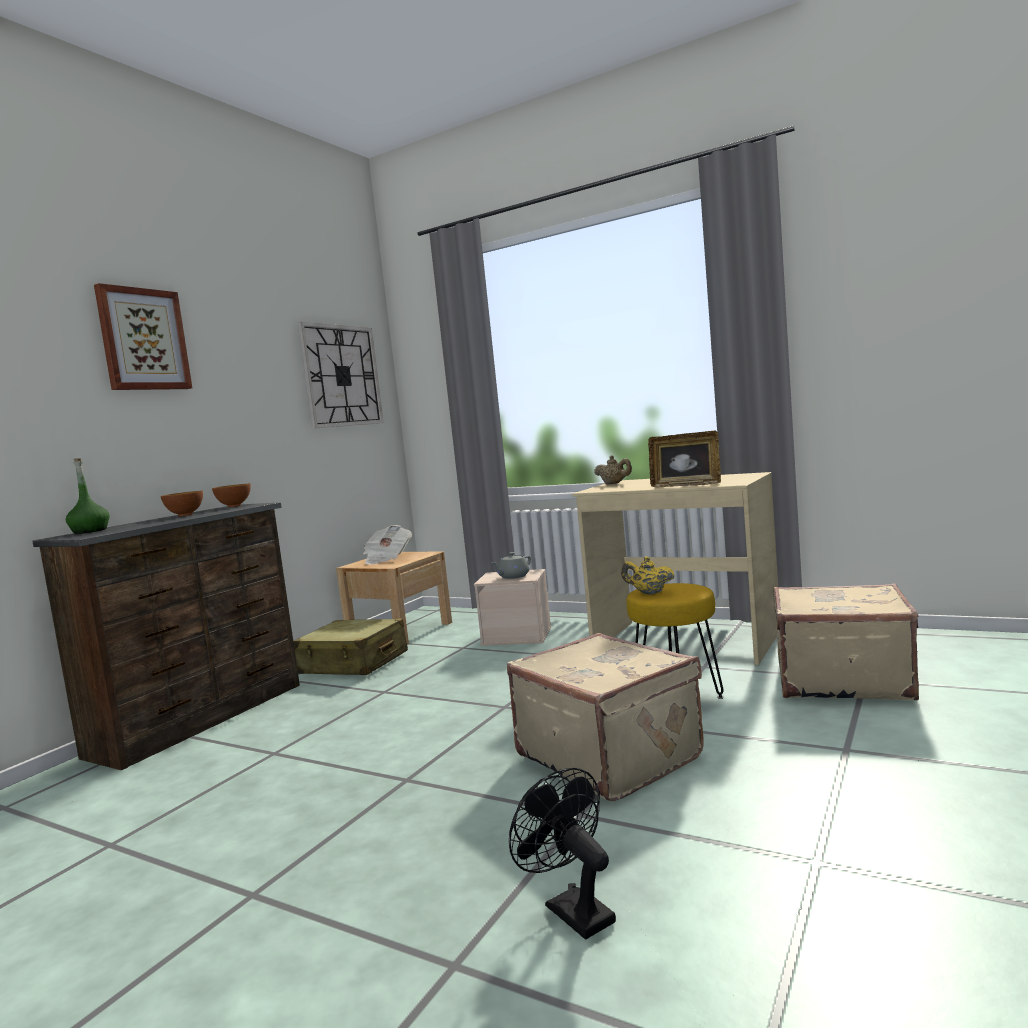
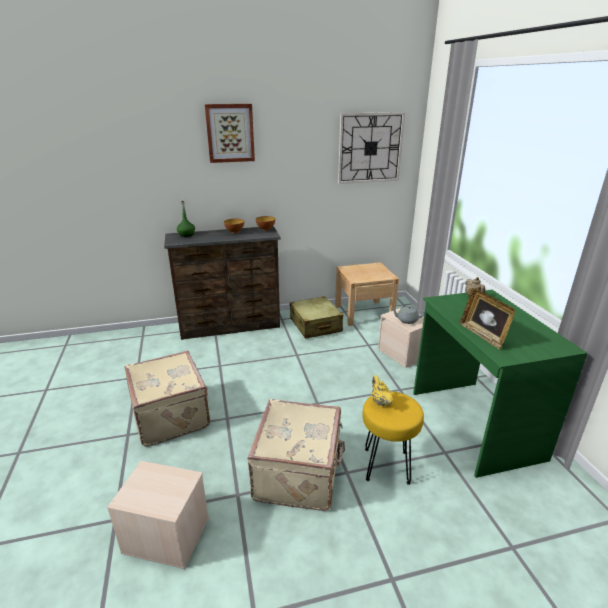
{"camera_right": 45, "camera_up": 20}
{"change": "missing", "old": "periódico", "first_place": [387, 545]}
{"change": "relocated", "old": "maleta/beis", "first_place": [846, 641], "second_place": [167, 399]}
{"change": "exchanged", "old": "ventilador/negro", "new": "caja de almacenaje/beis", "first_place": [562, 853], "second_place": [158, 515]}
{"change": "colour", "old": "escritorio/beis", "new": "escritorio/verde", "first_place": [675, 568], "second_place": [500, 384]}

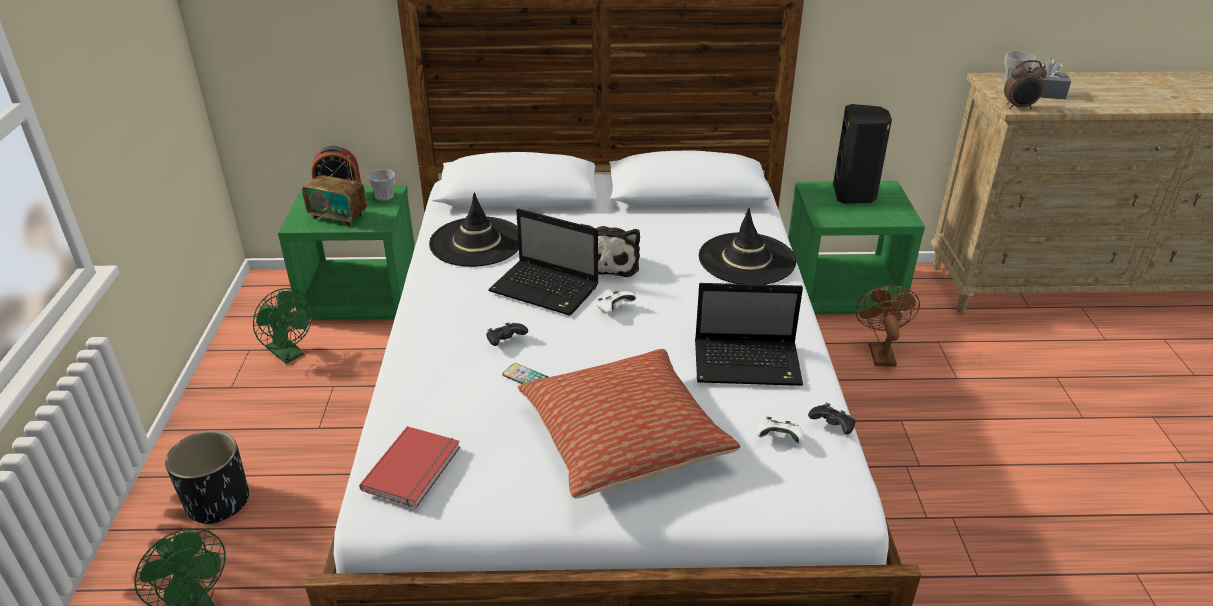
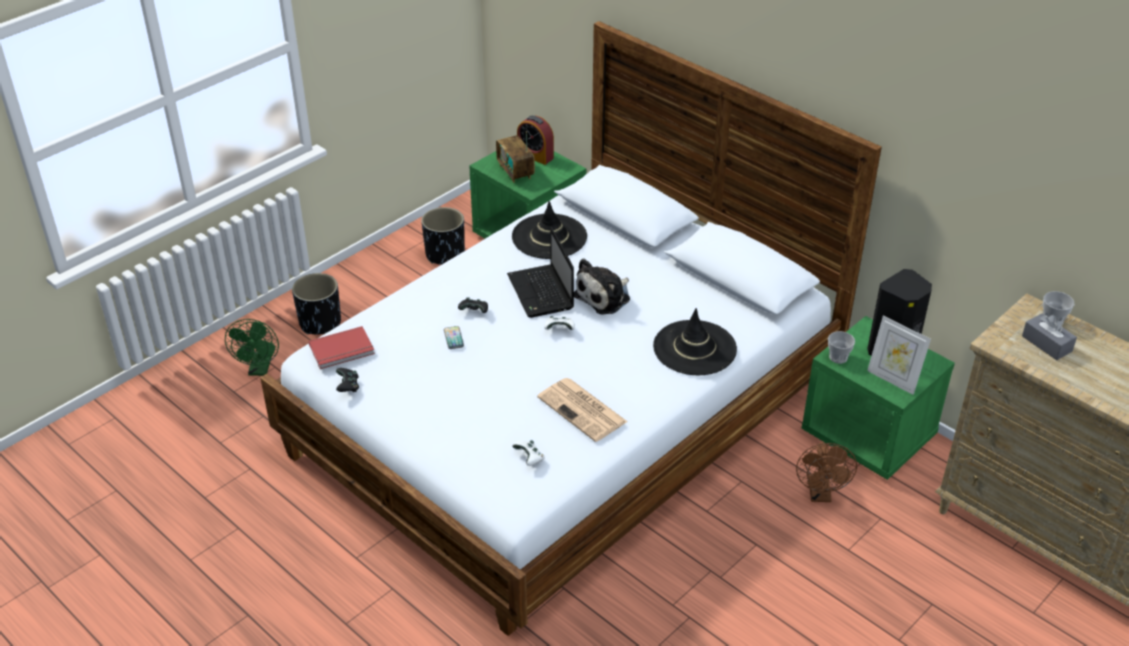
{"camera_right": 45, "camera_up": 5}
{"change": "missing", "old": "cojín", "first_place": [629, 424]}
{"change": "missing", "old": "despertador", "first_place": [1025, 84]}
{"change": "appeared", "new": "portarretratos", "second_place": [899, 355]}
{"change": "relocated", "old": "taza", "first_place": [381, 185], "second_place": [841, 347]}
{"change": "relocated", "old": "mando de consola/negro", "first_place": [831, 418], "second_place": [347, 380]}
{"change": "exchanged", "old": "ventilador/verde", "new": "maceta/negro", "first_place": [283, 326], "second_place": [443, 236]}
{"change": "exchanged", "old": "portátil", "new": "periódico", "first_place": [749, 334], "second_place": [582, 410]}
{"change": "spun", "old": "ventilador/marrón", "first_place": [887, 326], "second_place": [826, 472], "degrees": 135}

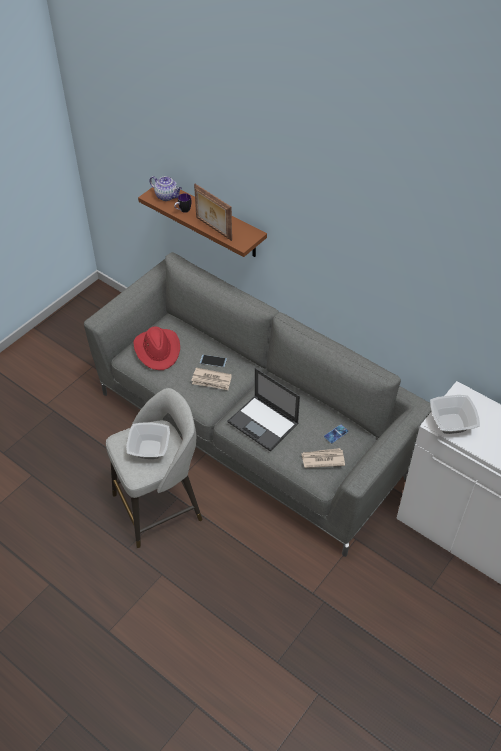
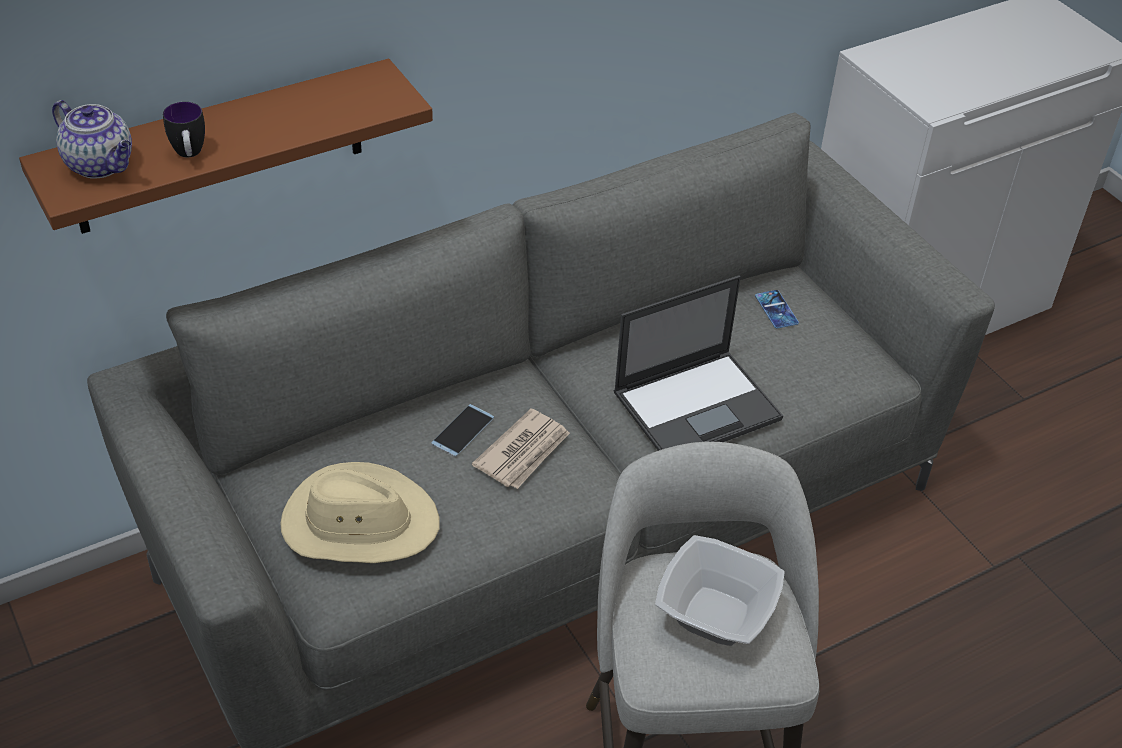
{"camera_right": -70, "camera_up": -5}
{"change": "missing", "old": "portarretratos", "first_place": [213, 212]}
{"change": "missing", "old": "periódico", "first_place": [323, 458]}
{"change": "missing", "old": "cuenco", "first_place": [455, 414]}
{"change": "colour", "old": "sombrero/rojo", "new": "sombrero/beis", "first_place": [156, 348], "second_place": [360, 512]}
{"change": "spun", "old": "tetera", "first_place": [165, 188], "second_place": [92, 139], "degrees": 75}

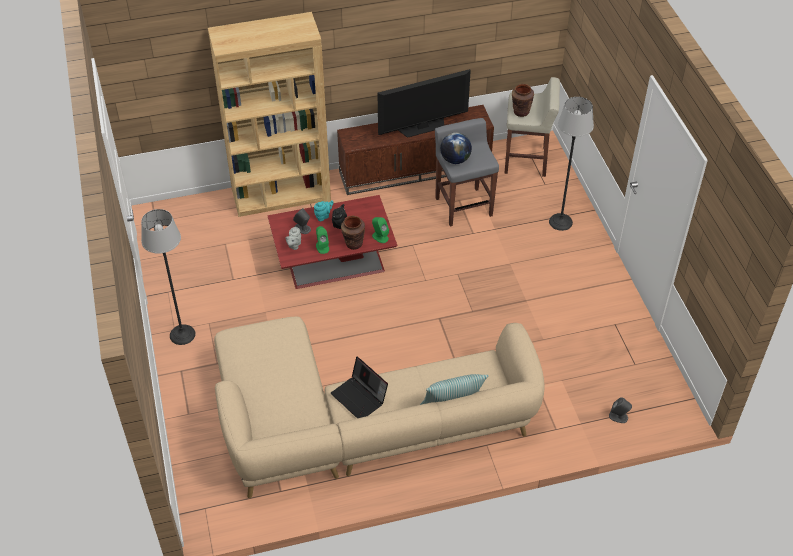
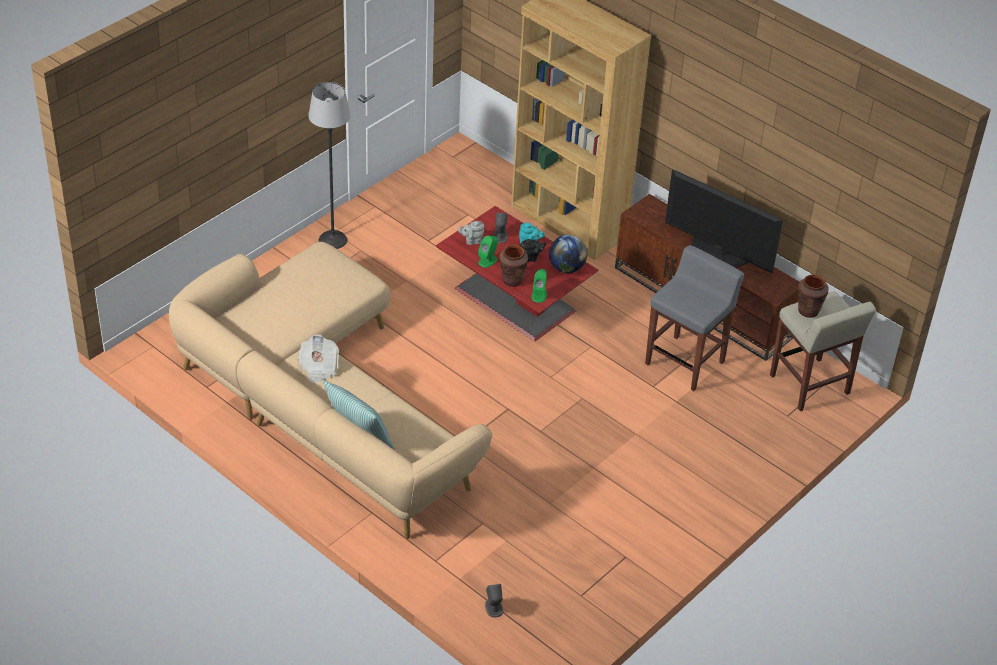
{"camera_right": 55, "camera_up": -5}
{"change": "missing", "old": "lámpara de pie", "first_place": [571, 164]}
{"change": "relocated", "old": "globo terráqueo", "first_place": [456, 148], "second_place": [568, 254]}
{"change": "exchanged", "old": "portátil", "new": "periódico", "first_place": [359, 387], "second_place": [318, 358]}

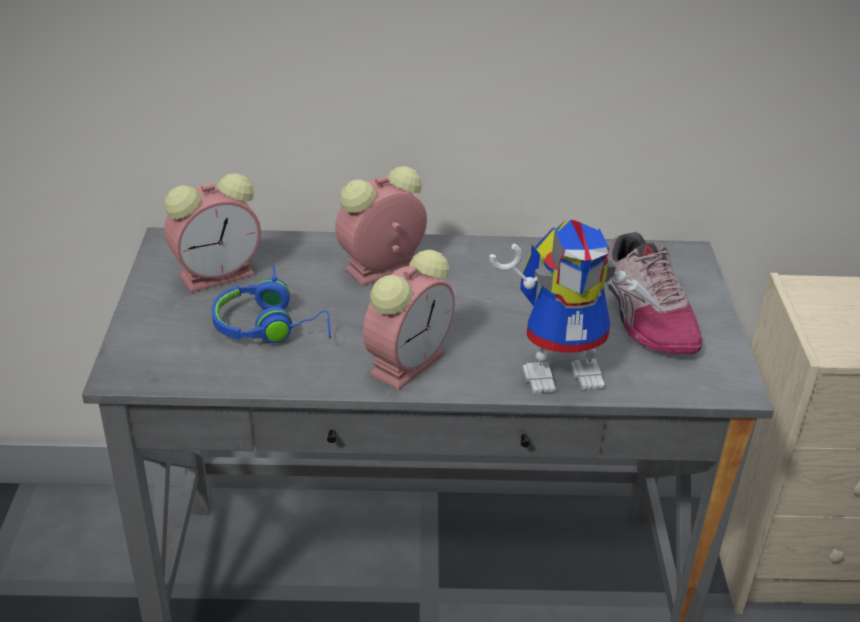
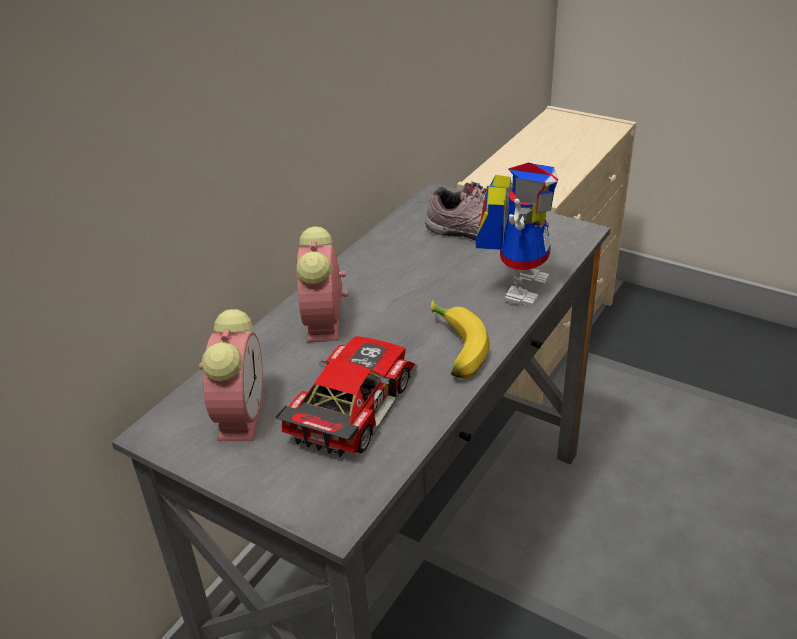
{"camera_right": -55, "camera_up": 0}
{"change": "exchanged", "old": "auriculares/azul", "new": "coche de juguete", "first_place": [271, 304], "second_place": [347, 396]}
{"change": "exchanged", "old": "despertador", "new": "plátano", "first_place": [409, 319], "second_place": [460, 339]}

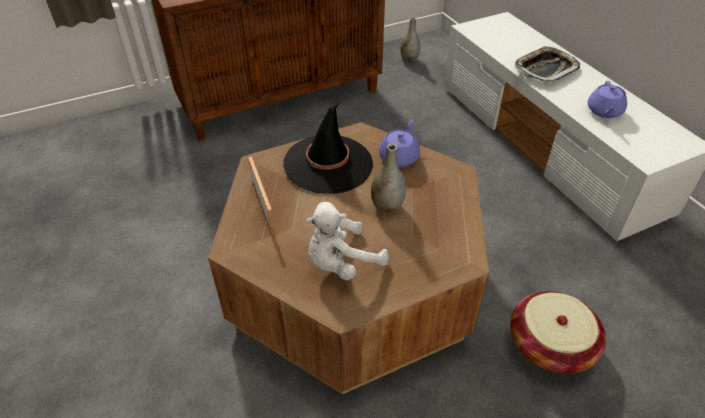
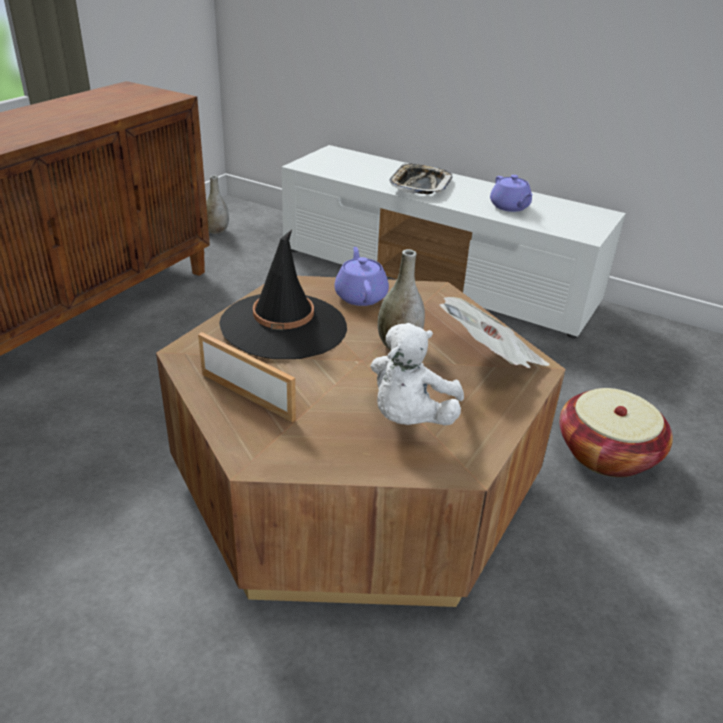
{"camera_right": -35, "camera_up": -10}
{"change": "appeared", "new": "periódico", "second_place": [494, 332]}

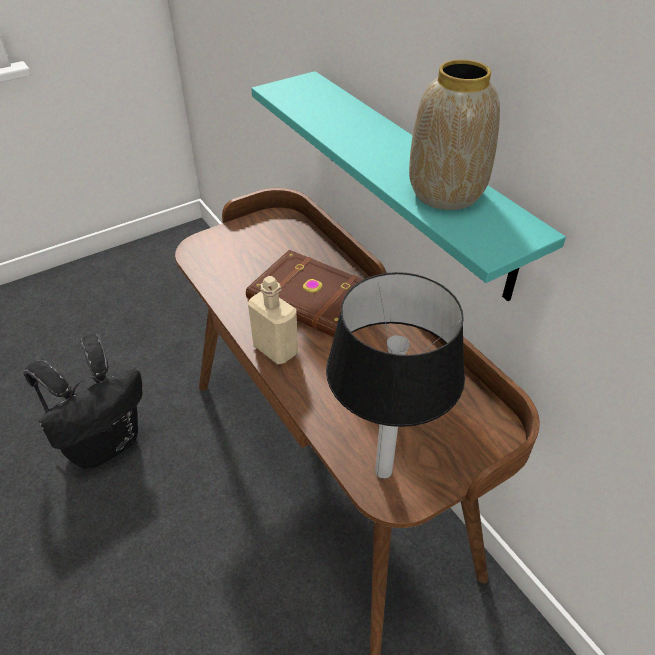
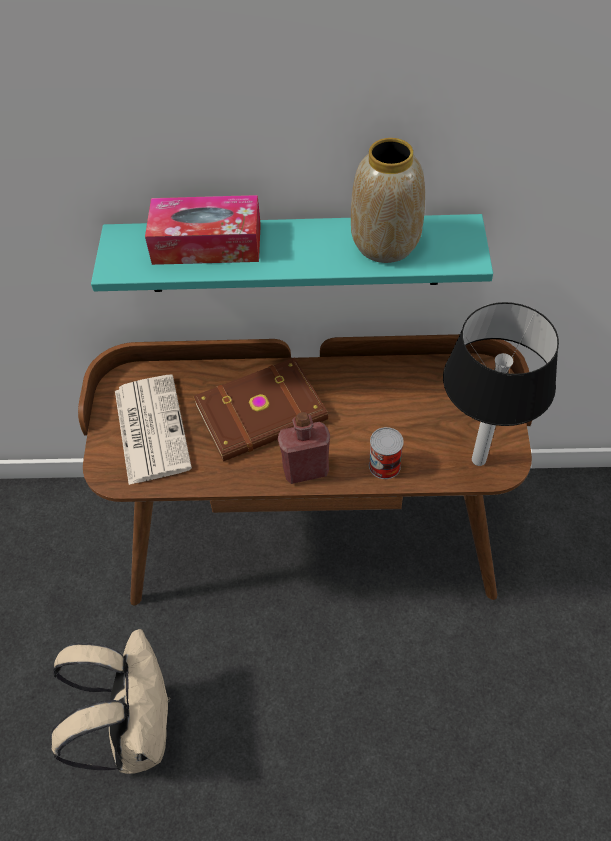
{"camera_right": -55, "camera_up": 10}
{"change": "appeared", "new": "periódico", "second_place": [153, 430]}
{"change": "appeared", "new": "caja de pañuelos", "second_place": [203, 230]}
{"change": "appeared", "new": "lata", "second_place": [386, 453]}
{"change": "colour", "old": "mochila/negro", "new": "mochila/beis", "first_place": [83, 401], "second_place": [110, 701]}
{"change": "colour", "old": "botella/beis", "new": "botella/rojo", "first_place": [273, 320], "second_place": [304, 448]}

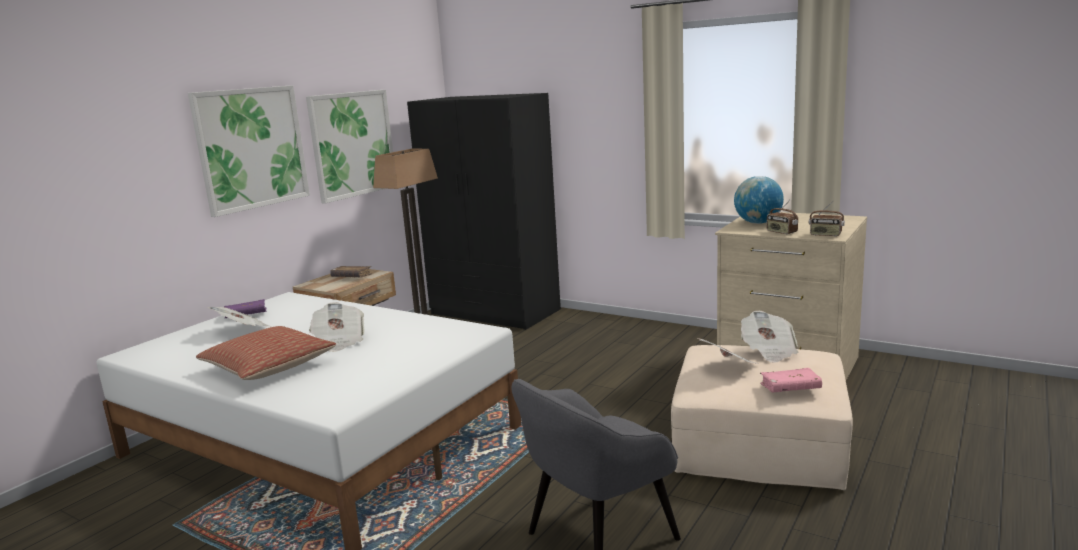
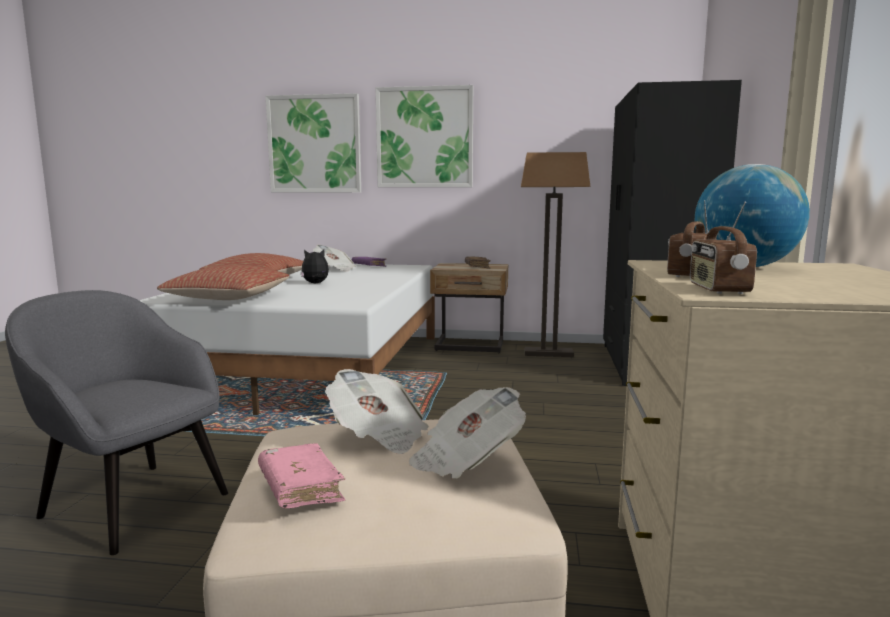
{"camera_right": 65, "camera_up": -5}
{"change": "appeared", "new": "cojín", "second_place": [223, 282]}
{"change": "relocated", "old": "cuadro", "first_place": [349, 147], "second_place": [313, 142]}
{"change": "exchanged", "old": "periódico", "new": "peluche", "first_place": [337, 327], "second_place": [315, 266]}

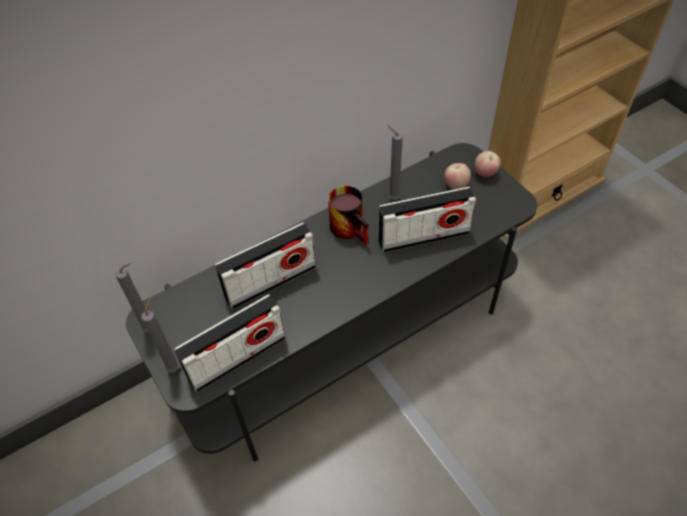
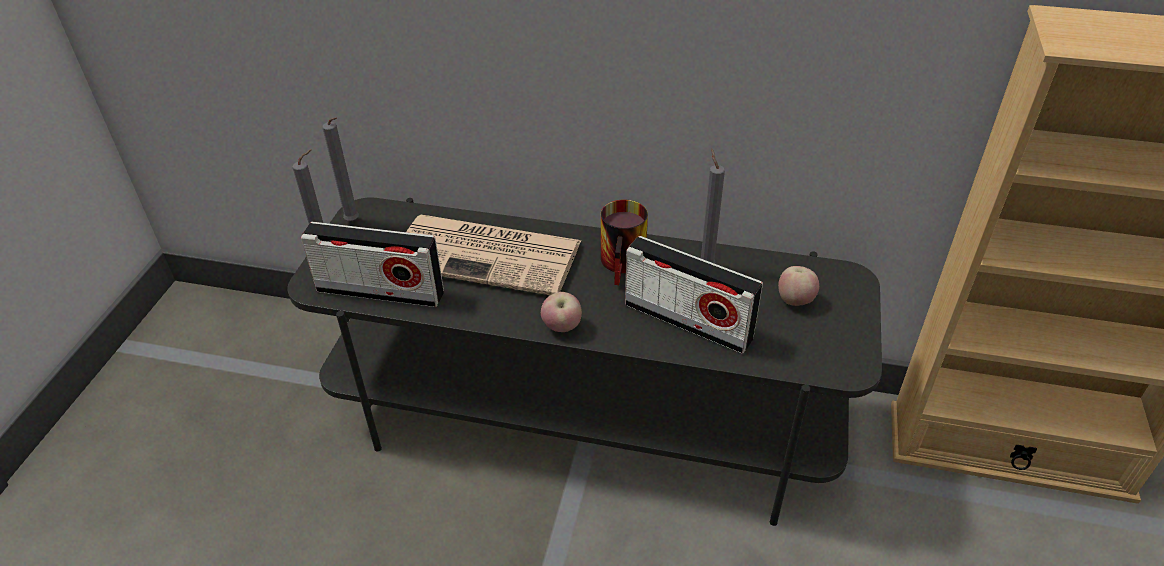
{"camera_right": 45, "camera_up": -10}
{"change": "relocated", "old": "manzana", "first_place": [487, 164], "second_place": [561, 312]}
{"change": "exchanged", "old": "radio", "new": "periódico", "first_place": [265, 266], "second_place": [493, 255]}

